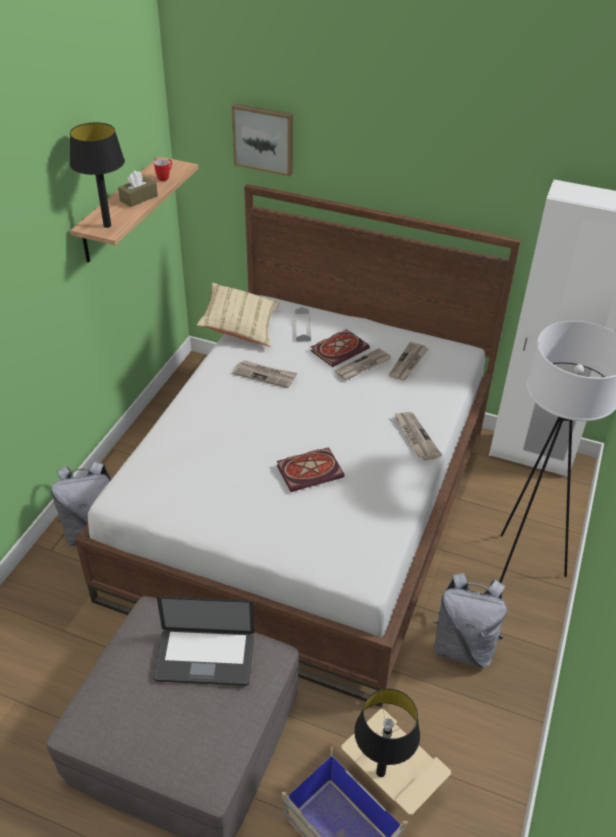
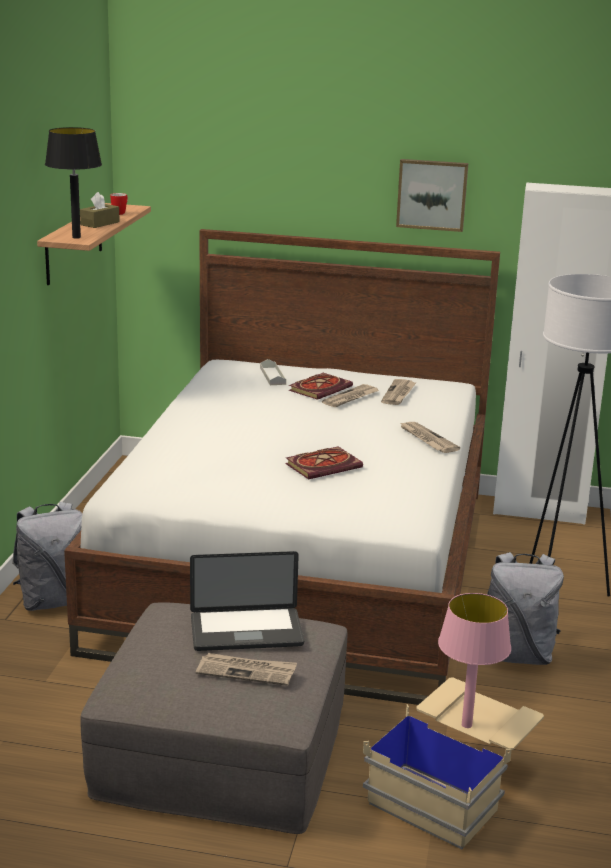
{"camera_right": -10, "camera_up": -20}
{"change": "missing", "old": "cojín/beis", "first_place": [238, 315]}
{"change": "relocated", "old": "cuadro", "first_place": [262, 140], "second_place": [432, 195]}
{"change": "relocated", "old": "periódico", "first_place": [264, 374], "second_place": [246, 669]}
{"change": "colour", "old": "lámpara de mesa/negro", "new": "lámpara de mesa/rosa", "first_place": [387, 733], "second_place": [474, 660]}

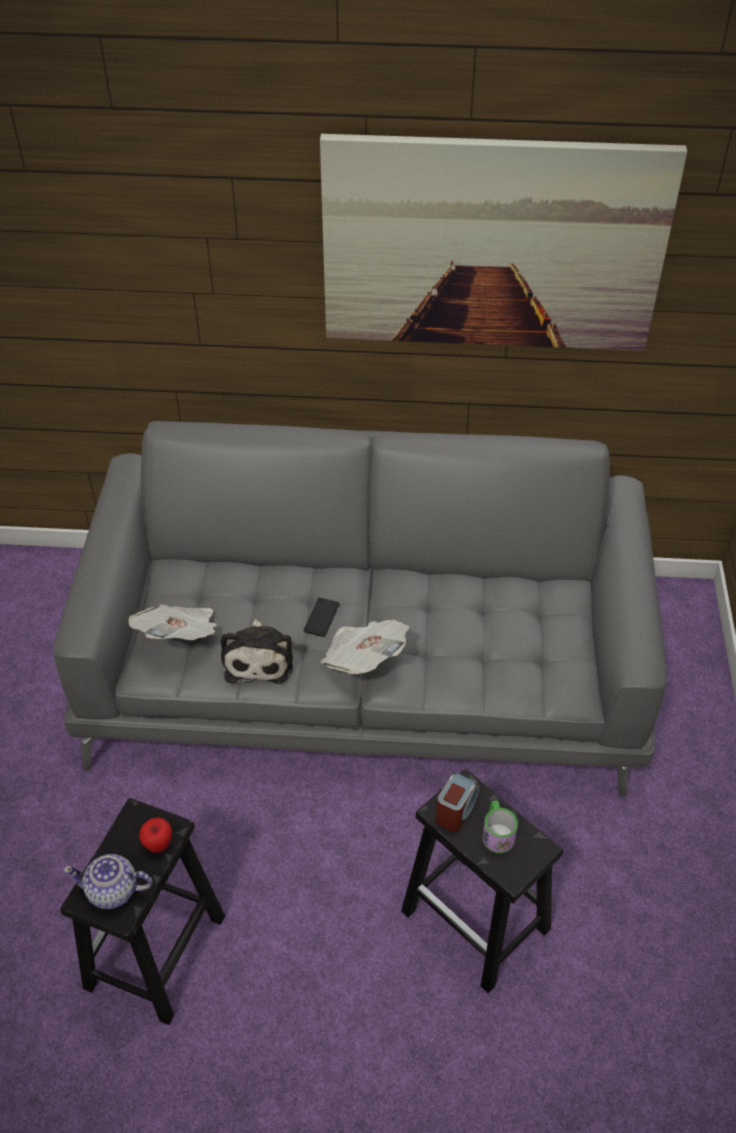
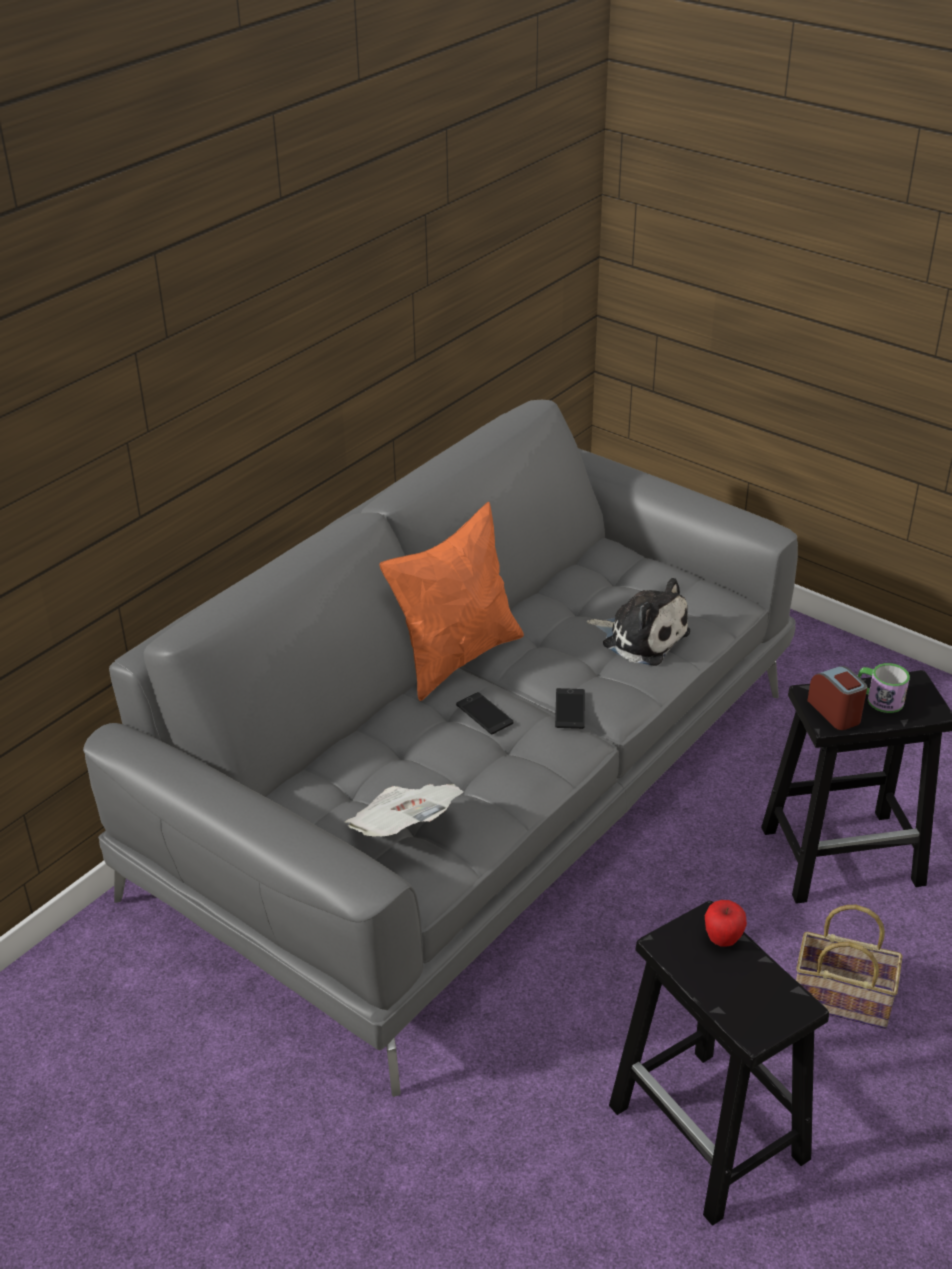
{"camera_right": -55, "camera_up": -10}
{"change": "missing", "old": "tetera", "first_place": [107, 881]}
{"change": "missing", "old": "cuadro", "first_place": [503, 242]}
{"change": "appeared", "new": "cojín/naranja", "second_place": [451, 601]}
{"change": "appeared", "new": "cesta", "second_place": [849, 967]}
{"change": "relocated", "old": "peluche", "first_place": [257, 651], "second_place": [638, 622]}
{"change": "exchanged", "old": "periódico", "new": "móvil", "first_place": [365, 646], "second_place": [570, 708]}

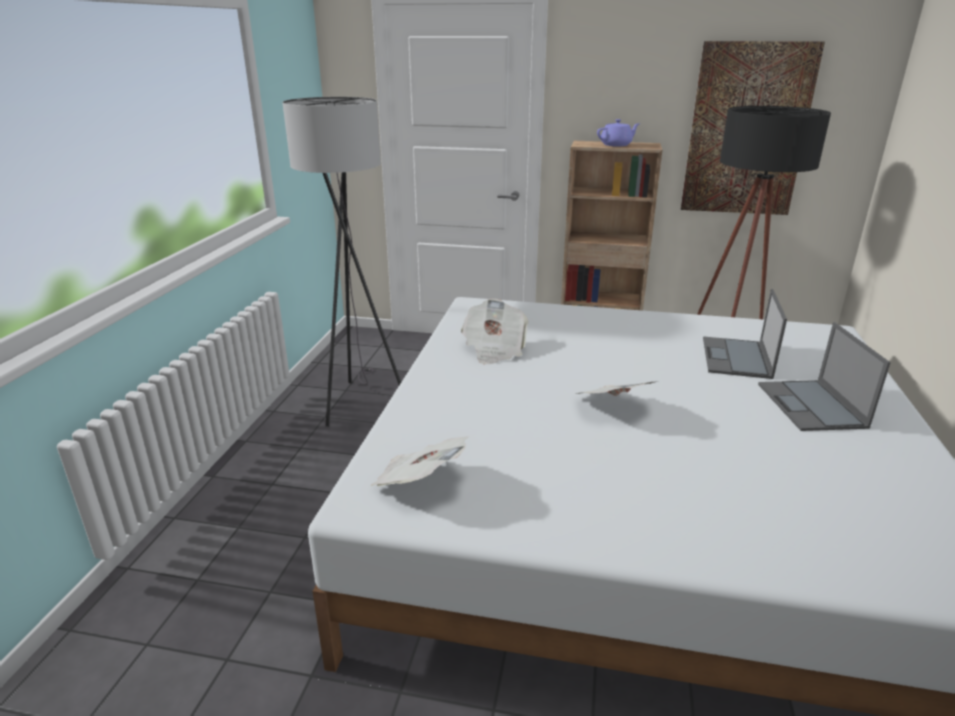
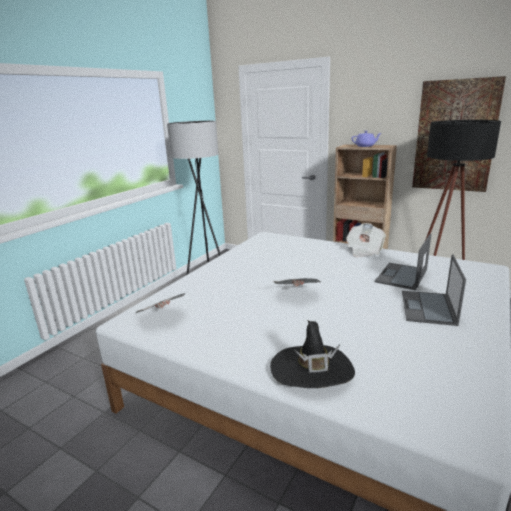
{"camera_right": 20, "camera_up": -5}
{"change": "appeared", "new": "sombrero/negro", "second_place": [312, 354]}
{"change": "relocated", "old": "periódico", "first_place": [495, 331], "second_place": [366, 240]}

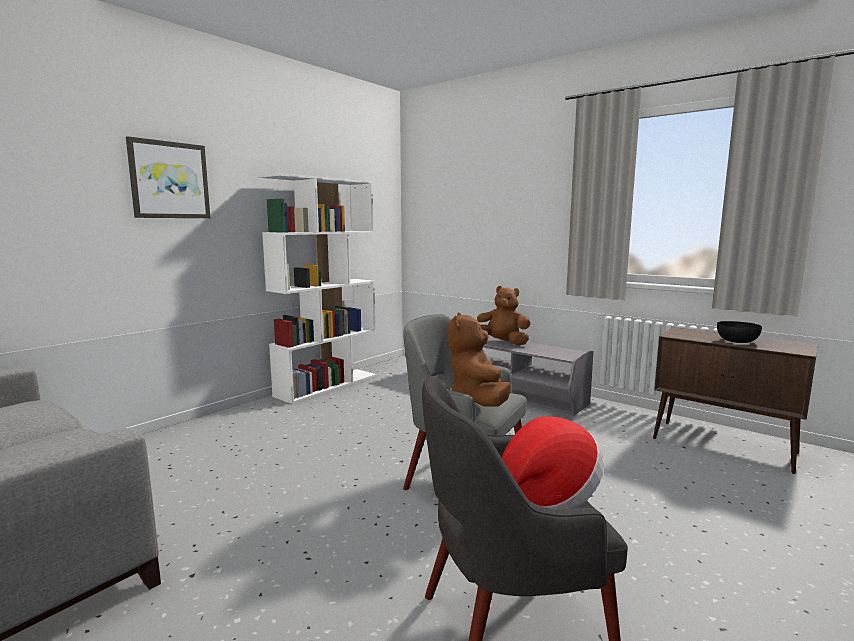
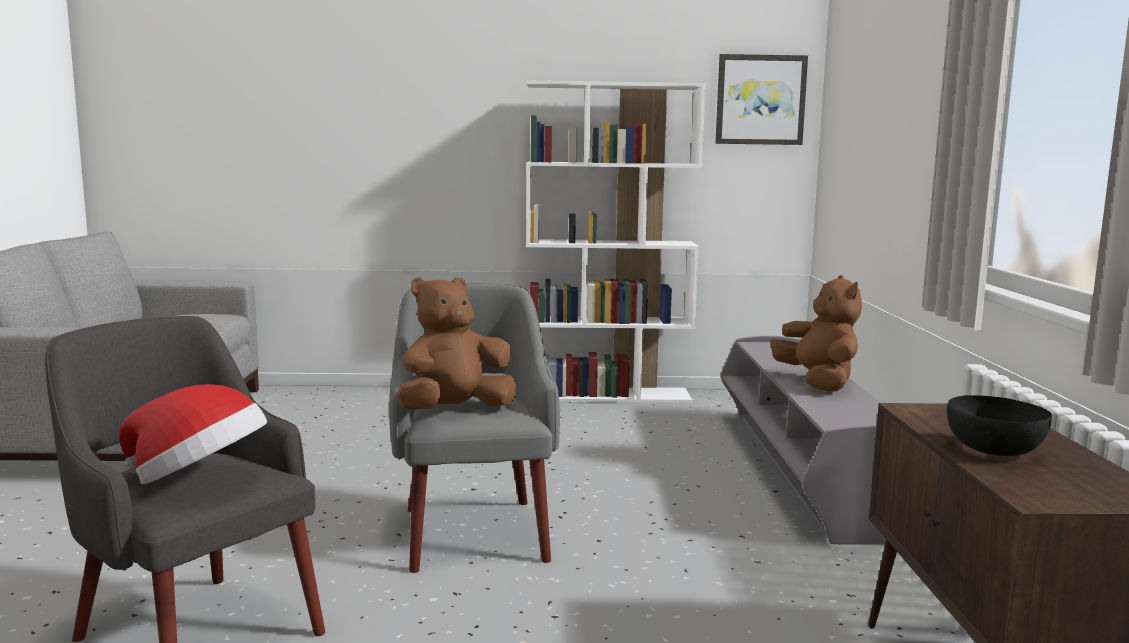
{"camera_right": 50, "camera_up": 0}
{"change": "relocated", "old": "cuadro", "first_place": [168, 177], "second_place": [761, 99]}

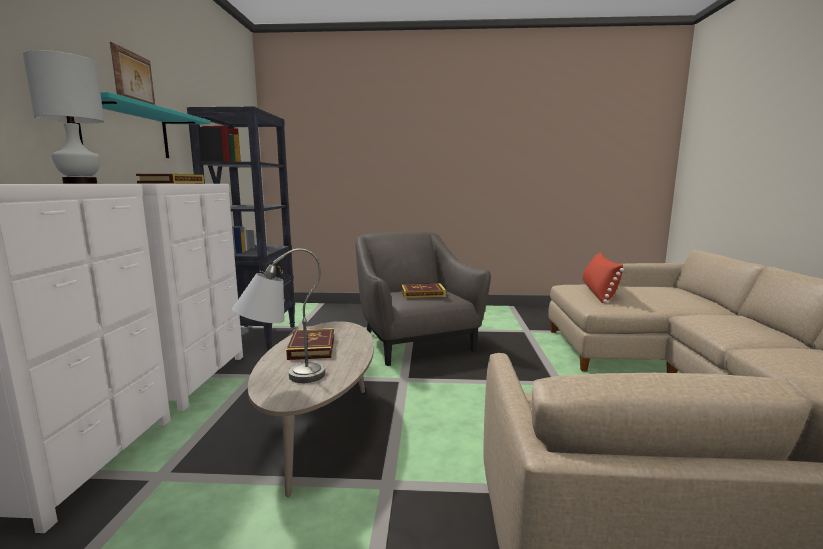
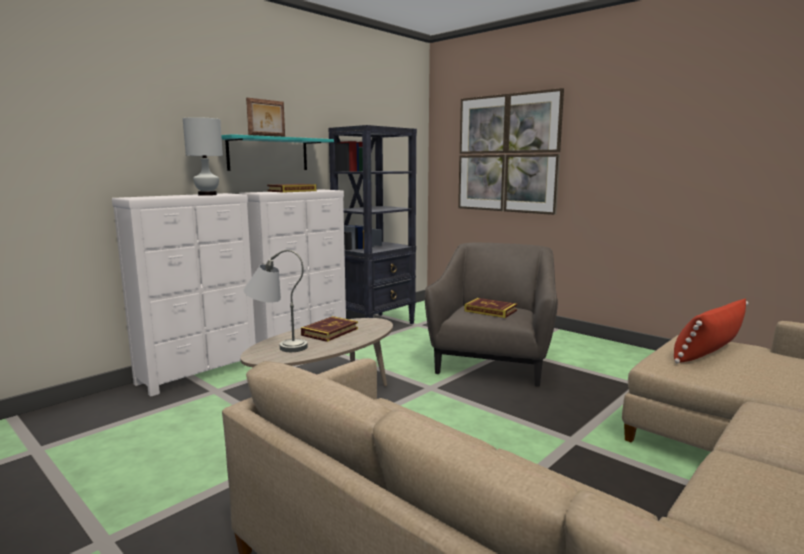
{"camera_right": 40, "camera_up": 0}
{"change": "appeared", "new": "cuadro", "second_place": [511, 151]}

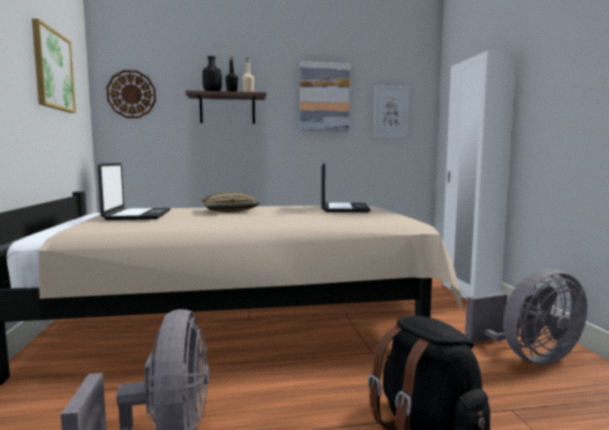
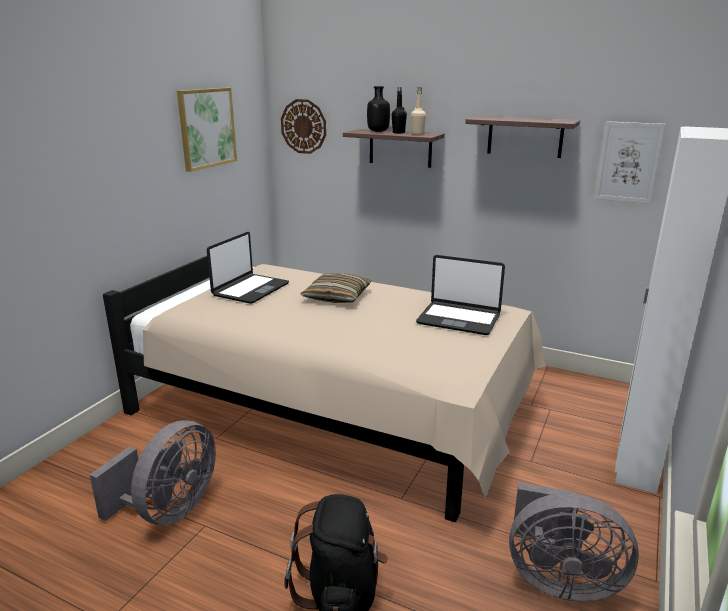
{"camera_right": 35, "camera_up": 15}
{"change": "exchanged", "old": "cuadro", "new": "estante", "first_place": [325, 96], "second_place": [522, 137]}
{"change": "spun", "old": "portátil", "first_place": [346, 187], "second_place": [460, 295], "degrees": 75}

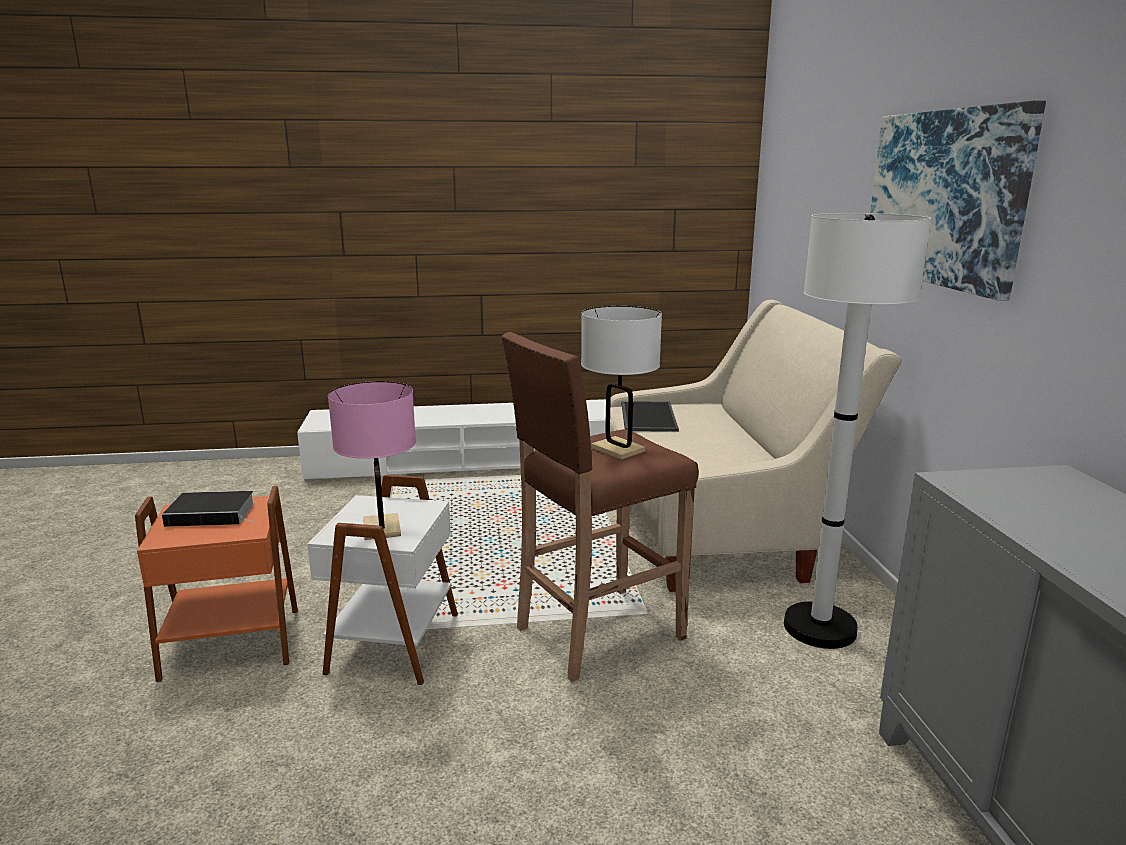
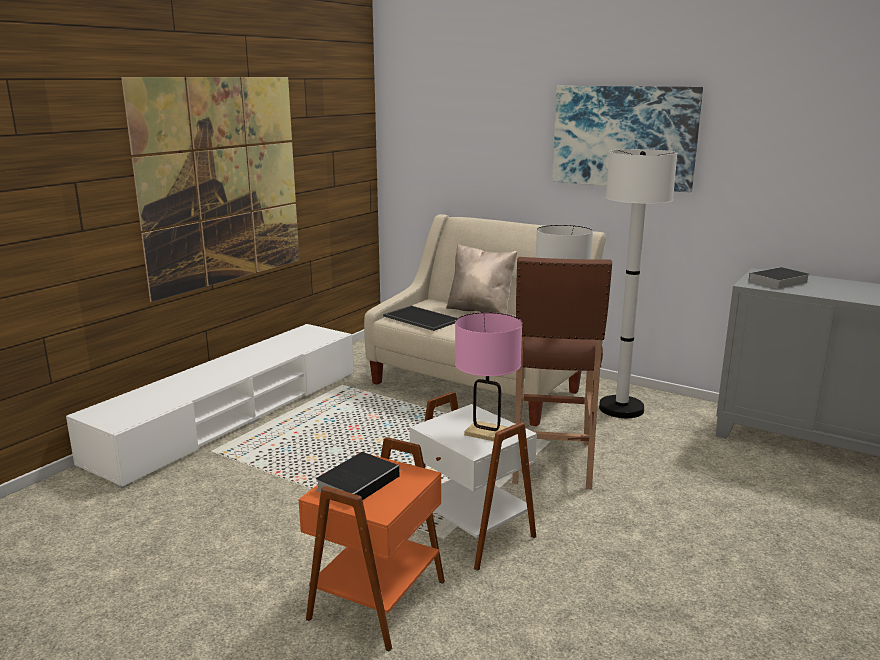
{"camera_right": -50, "camera_up": 0}
{"change": "appeared", "new": "cuadro", "second_place": [210, 189]}
{"change": "appeared", "new": "cojín/beis", "second_place": [481, 279]}
{"change": "appeared", "new": "libro", "second_place": [777, 278]}

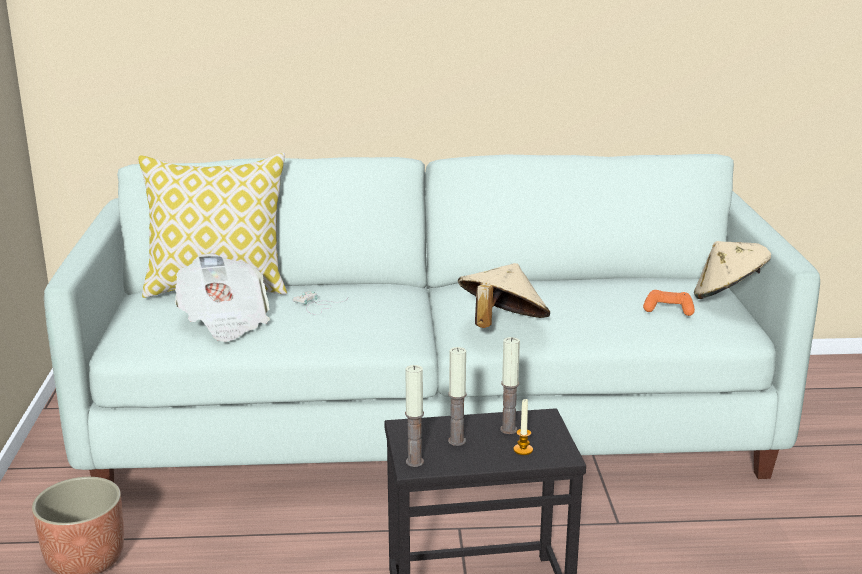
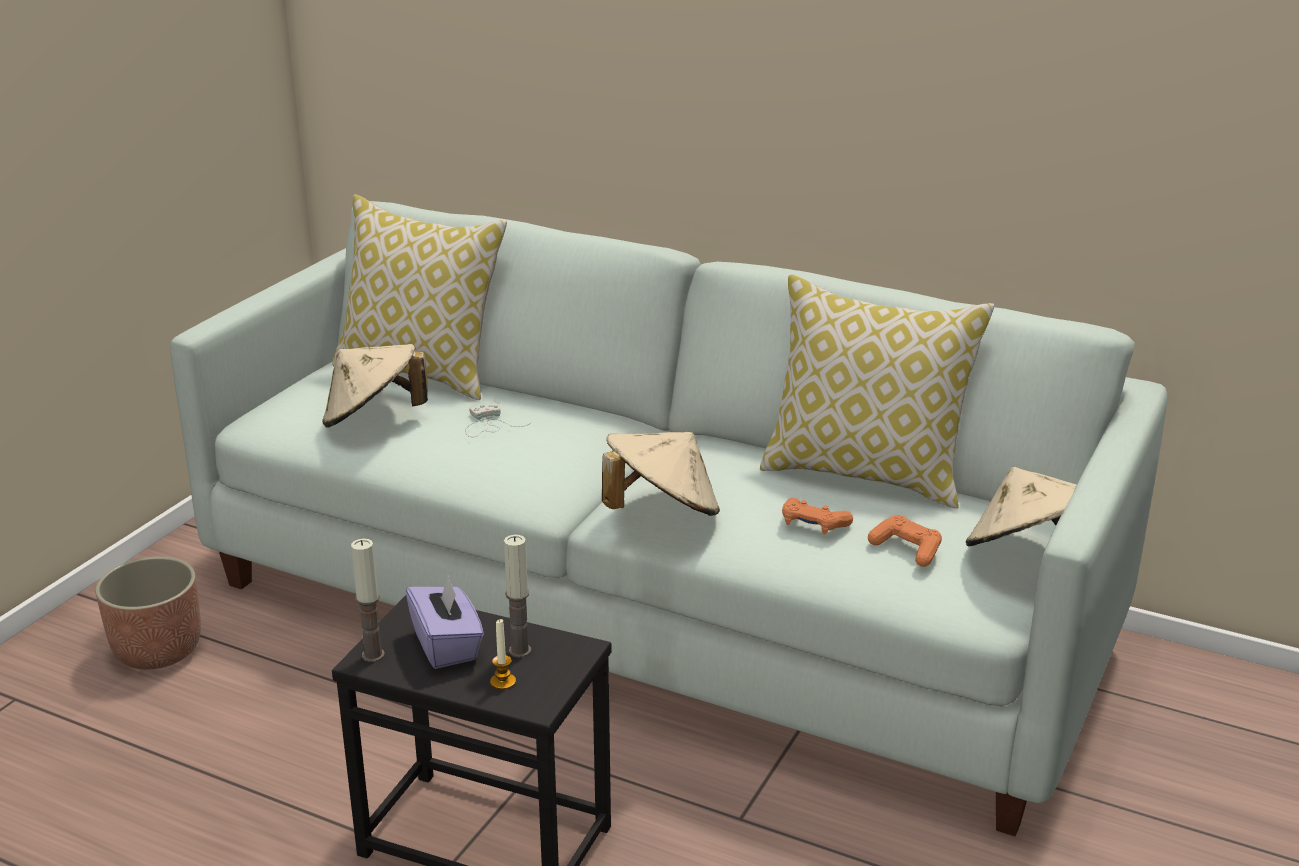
{"camera_right": 30, "camera_up": 5}
{"change": "appeared", "new": "cojín", "second_place": [877, 391]}
{"change": "appeared", "new": "mando de consola/naranja", "second_place": [817, 516]}
{"change": "exchanged", "old": "periódico", "new": "sombrero/beis", "first_place": [222, 298], "second_place": [375, 386]}
{"change": "exchanged", "old": "vela", "new": "caja de pañuelos/morado", "first_place": [457, 396], "second_place": [445, 622]}

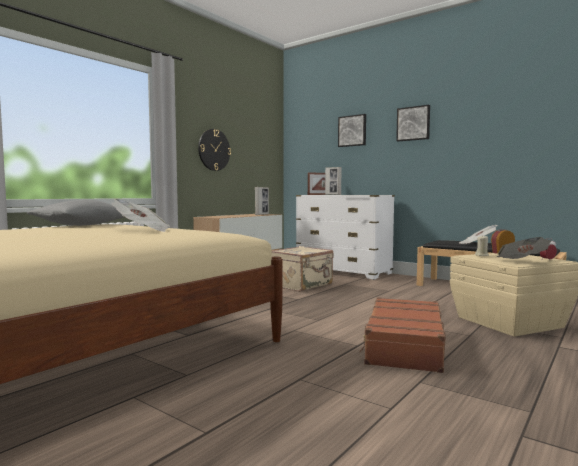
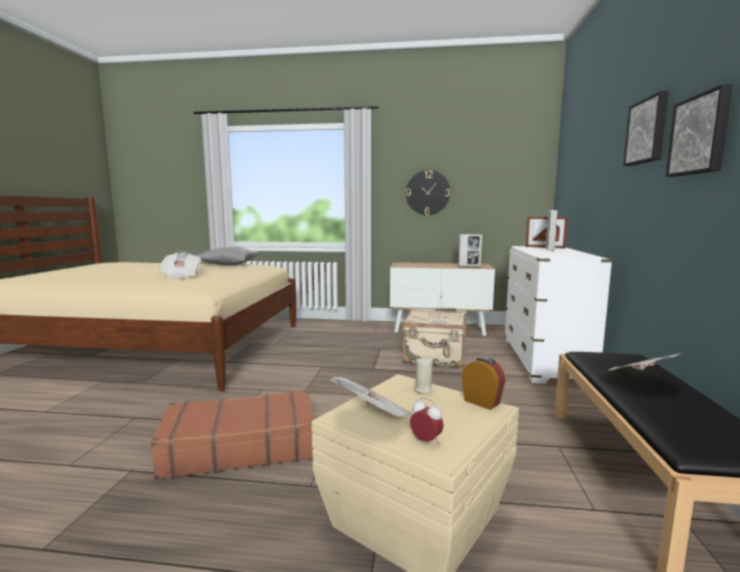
{"camera_right": 60, "camera_up": 5}
{"change": "relocated", "old": "cuadro", "first_place": [352, 130], "second_place": [699, 130]}

